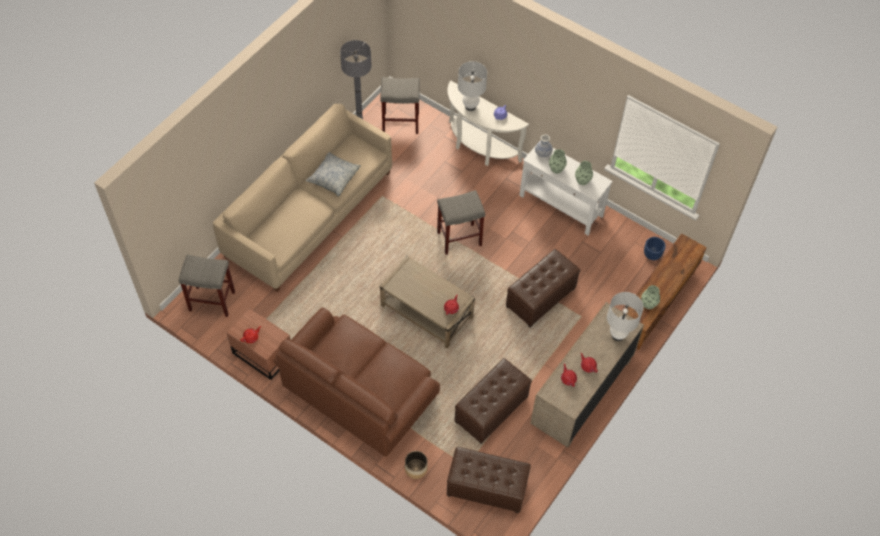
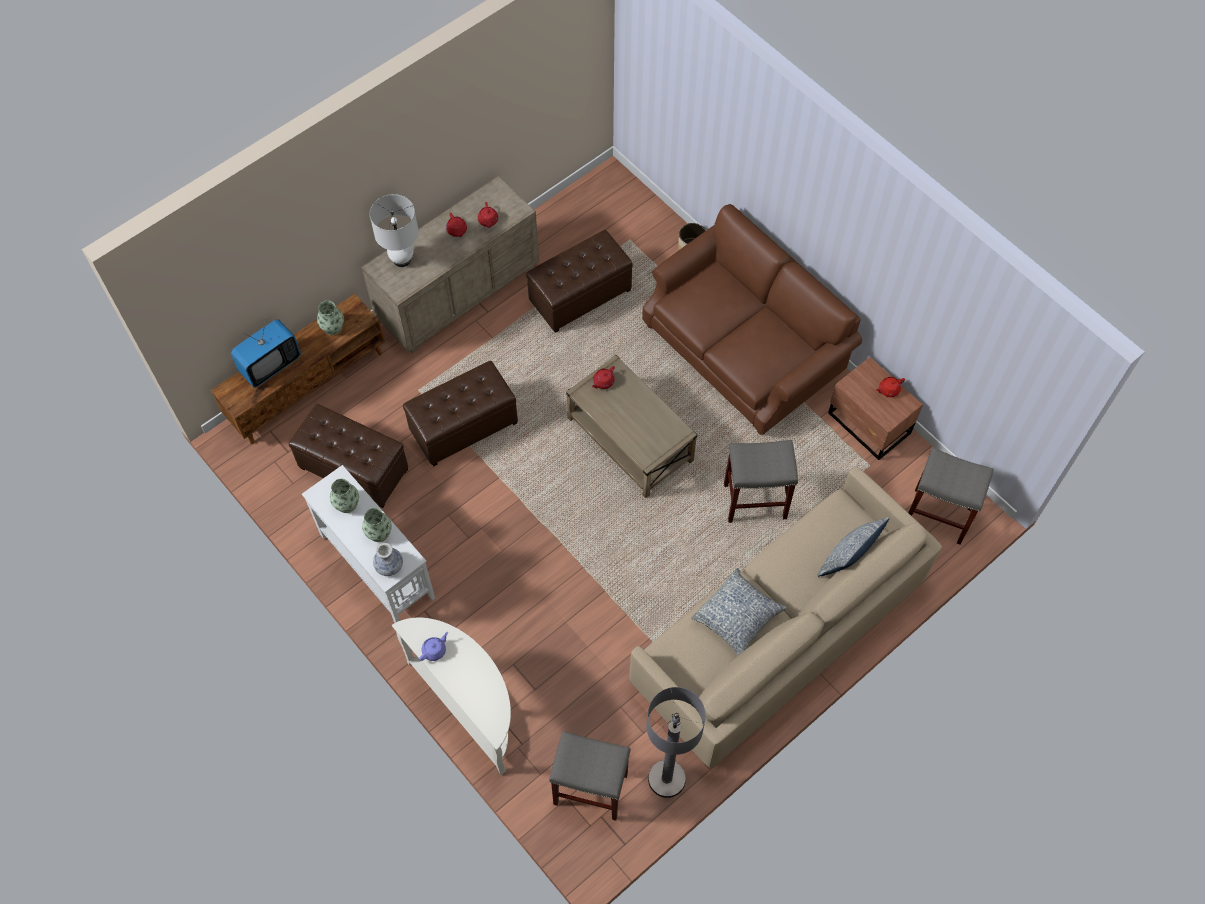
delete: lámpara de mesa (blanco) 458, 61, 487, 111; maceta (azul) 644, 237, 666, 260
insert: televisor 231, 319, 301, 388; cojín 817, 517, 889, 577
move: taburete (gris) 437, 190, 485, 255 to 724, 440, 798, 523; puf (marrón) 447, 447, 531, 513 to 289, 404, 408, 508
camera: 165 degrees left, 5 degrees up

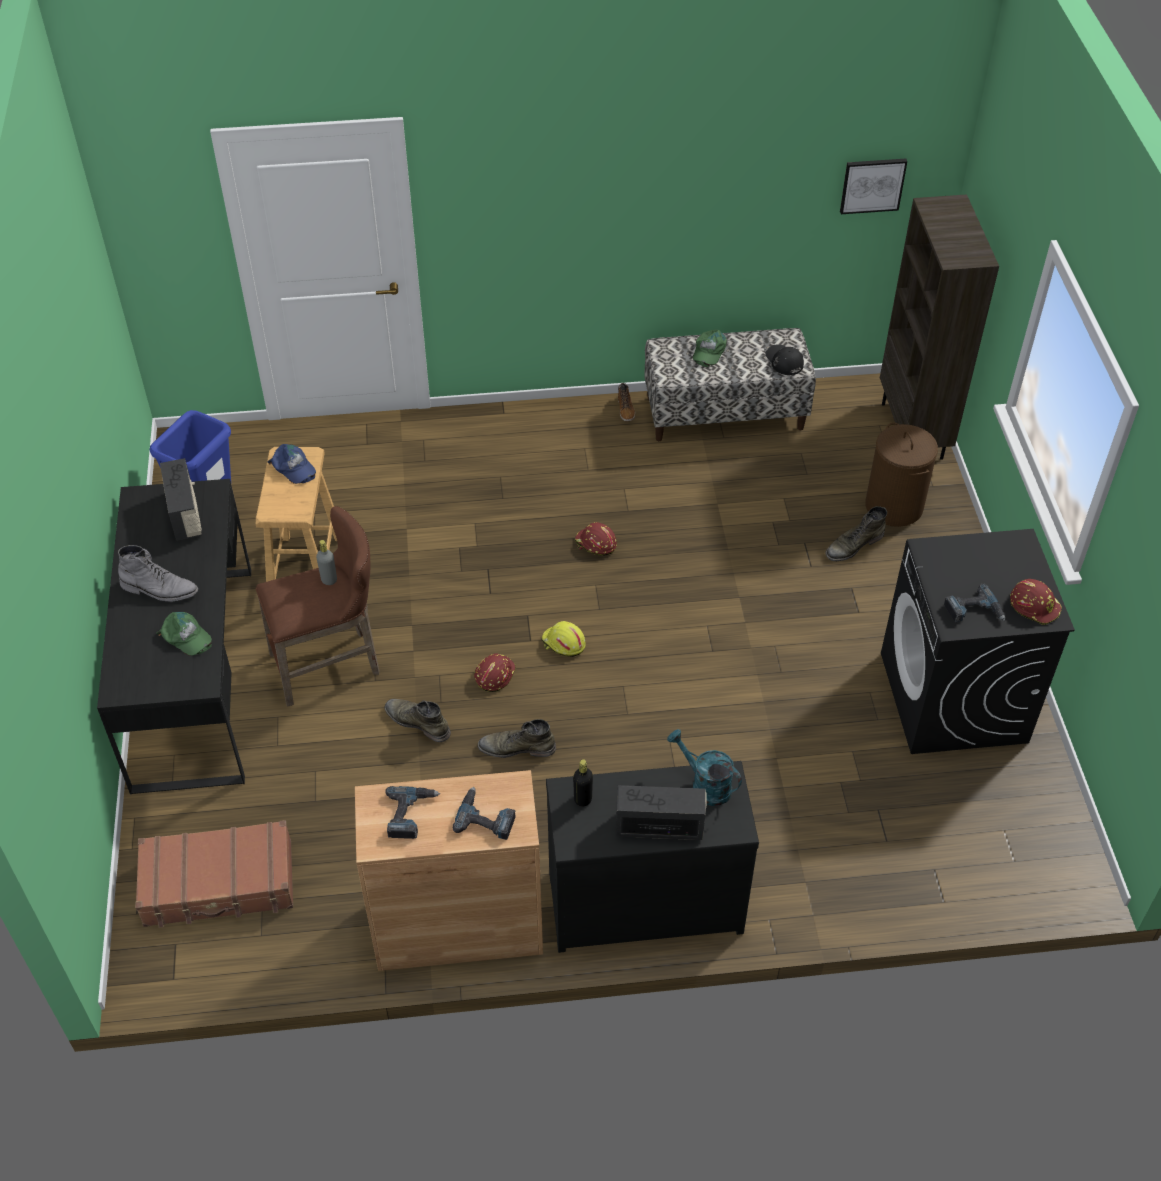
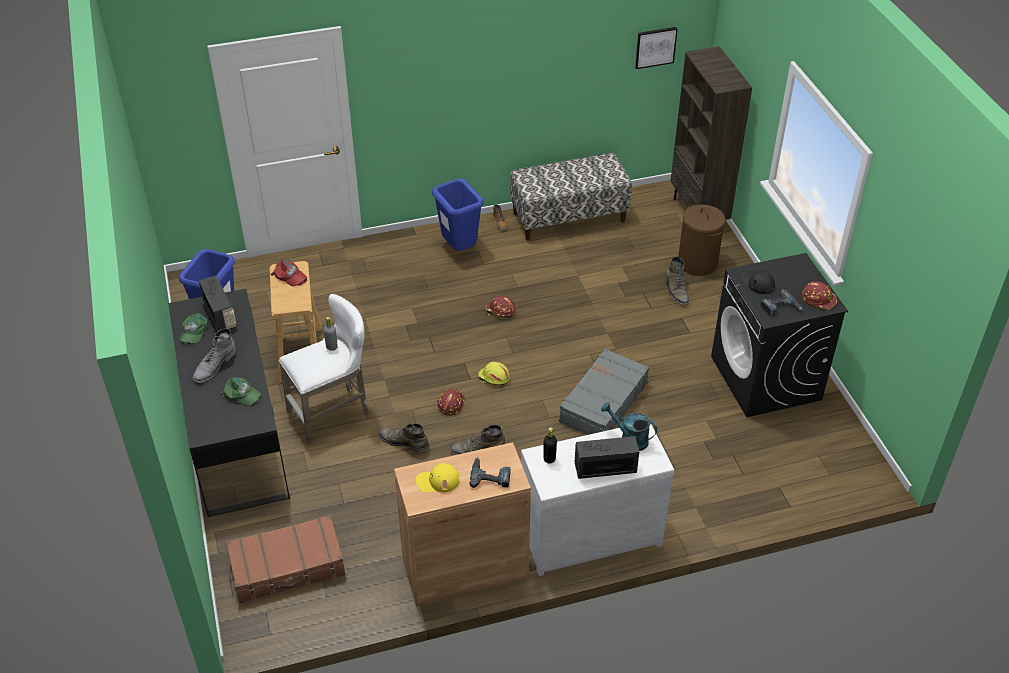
insert: papelera (azul) 432, 178, 484, 251; maleta (gris) 559, 348, 649, 435
move: gorra (verde) 693, 330, 727, 367 to 179, 313, 208, 346; gorra (negro) 766, 344, 804, 375 to 741, 270, 775, 294
replace: taladro 385, 786, 440, 839 to gorra (amarillo) 416, 463, 460, 492
recolor: gorra (azul) 267, 444, 316, 484 to gorra (rojo) 271, 260, 307, 286; taburete (marrón) 256, 506, 379, 707 to taburete (blanco) 279, 294, 369, 444; cómoda (negro) 546, 761, 759, 953 to cómoda (blanco) 521, 423, 674, 576
rotate: bota (verde) 825, 506, 887, 561 = 665, 256, 689, 305 60 degrees counterclockwise; bota (gris) 118, 545, 198, 602 = 192, 328, 236, 383 120 degrees clockwise
camera: 10 degrees left, 5 degrees down

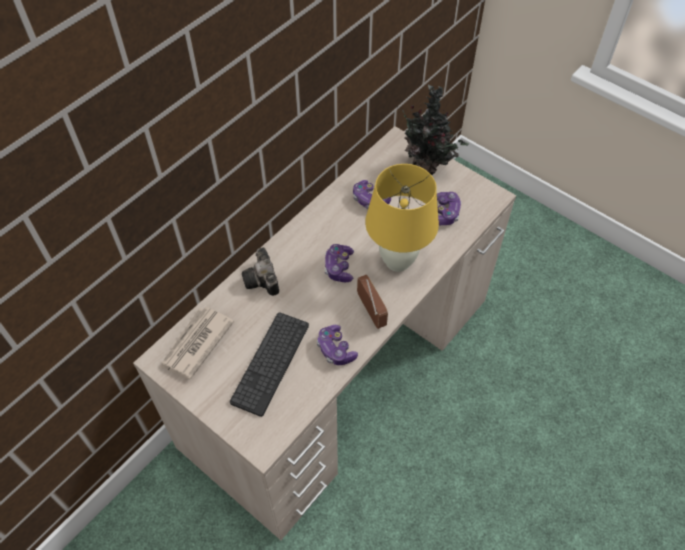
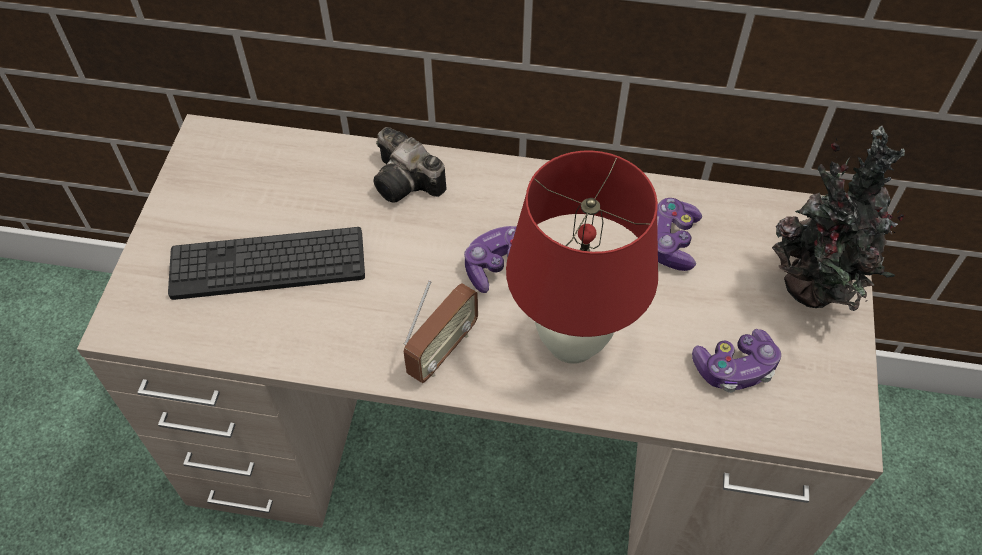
delete: periódico 160, 307, 234, 379; mando de consola 317, 325, 358, 365
recolor: lámpara de mesa (amarillo) 365, 164, 439, 272 to lámpara de mesa (rojo) 506, 150, 658, 364
rotate: cámara 242, 247, 279, 296 = 373, 127, 446, 202 90 degrees counterclockwise
camera: 60 degrees right, 0 degrees up

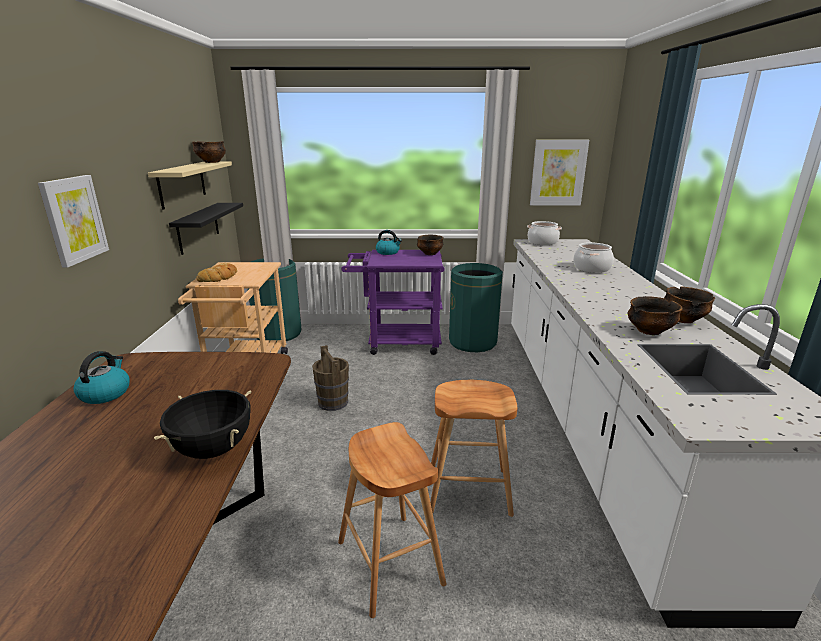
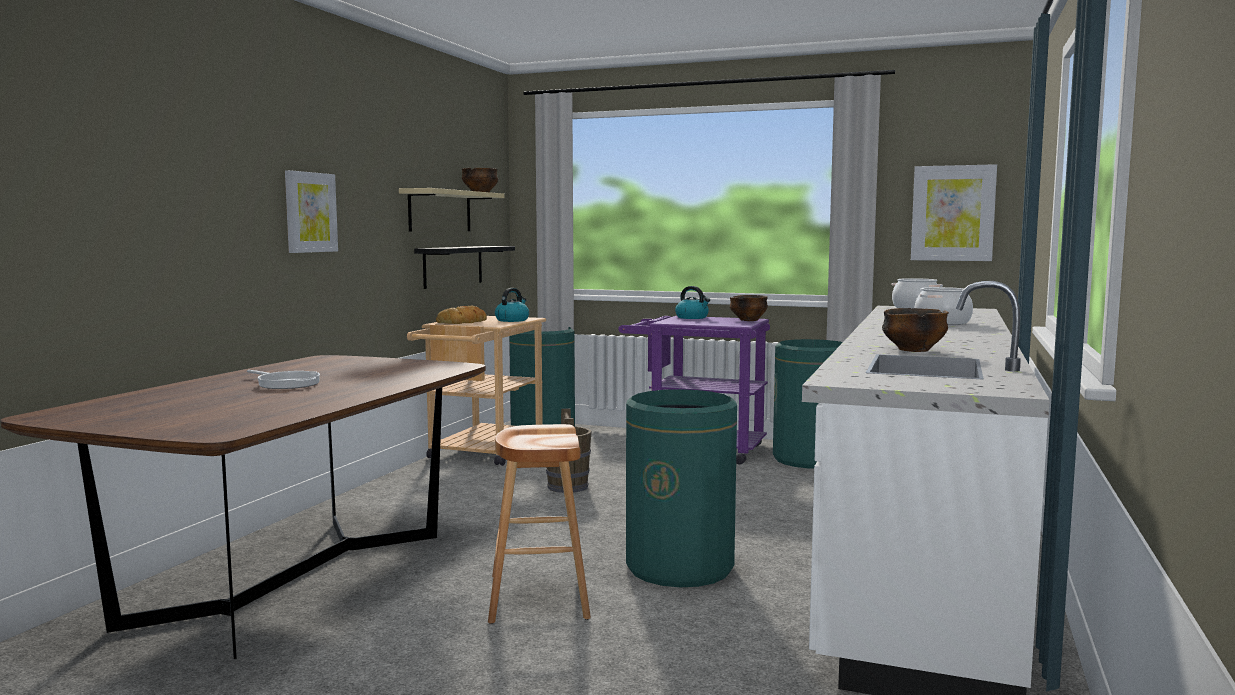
delete: cuenco 664, 287, 715, 323; olla (negro) 154, 390, 251, 459
insert: sartén 247, 370, 320, 389
move: hervidor 73, 351, 130, 404 to 495, 288, 529, 322
replace: taburete (marrón) 430, 380, 517, 517 to papelera (verde) 626, 389, 737, 587
camera: 20 degrees right, 15 degrees down

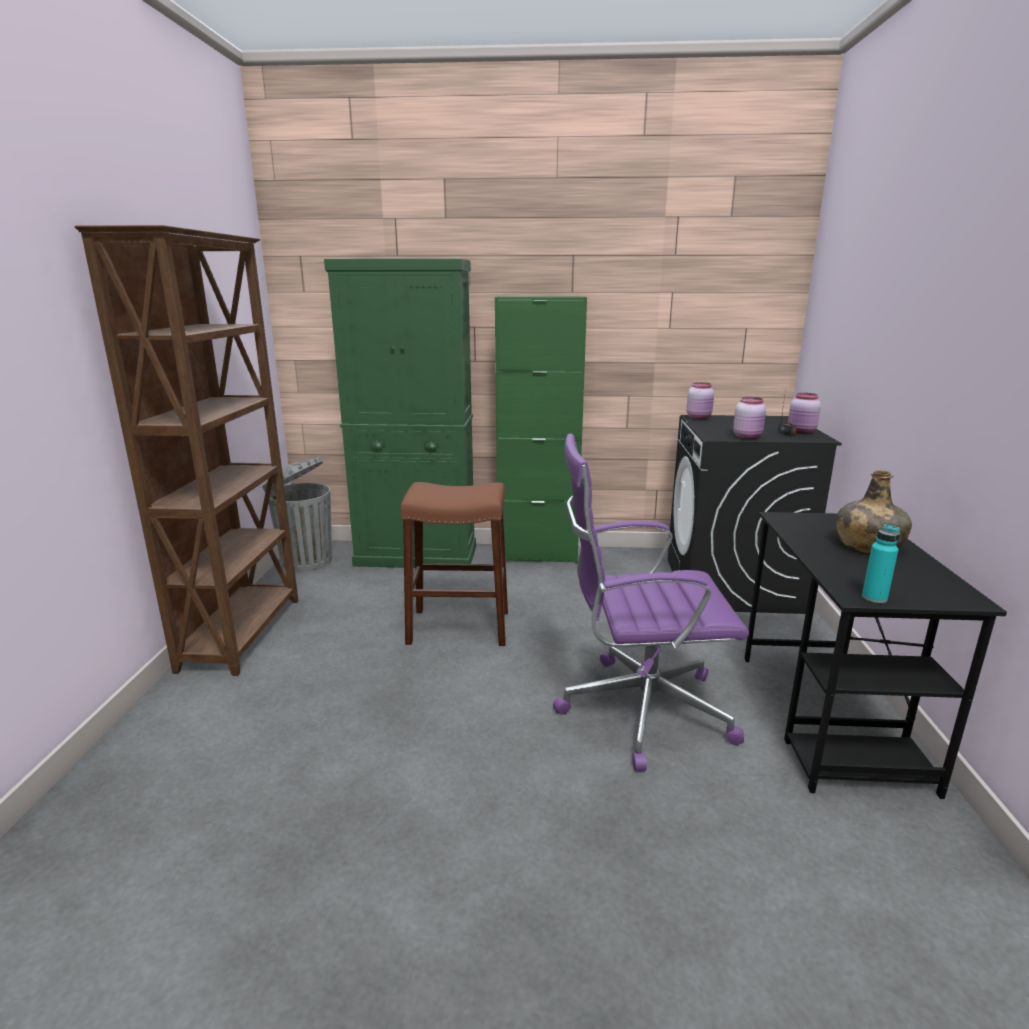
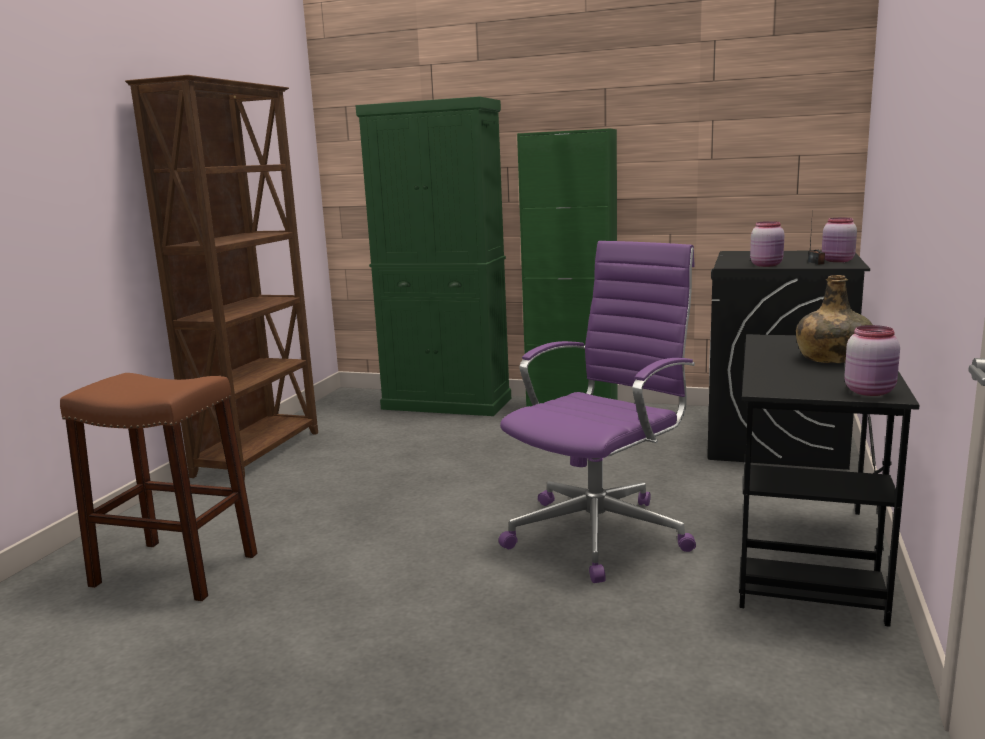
delete: papelera (gris) 262, 457, 332, 571; botella (turquesa) 862, 524, 900, 603
move: tarro (rosa) 686, 382, 714, 419 to 844, 325, 900, 396; taburete (marrón) 400, 482, 508, 646 to 60, 373, 257, 601
rotate: silla de oficina (morado) 553, 433, 749, 771 = 498, 241, 696, 583 120 degrees clockwise
camera: 15 degrees right, 5 degrees down

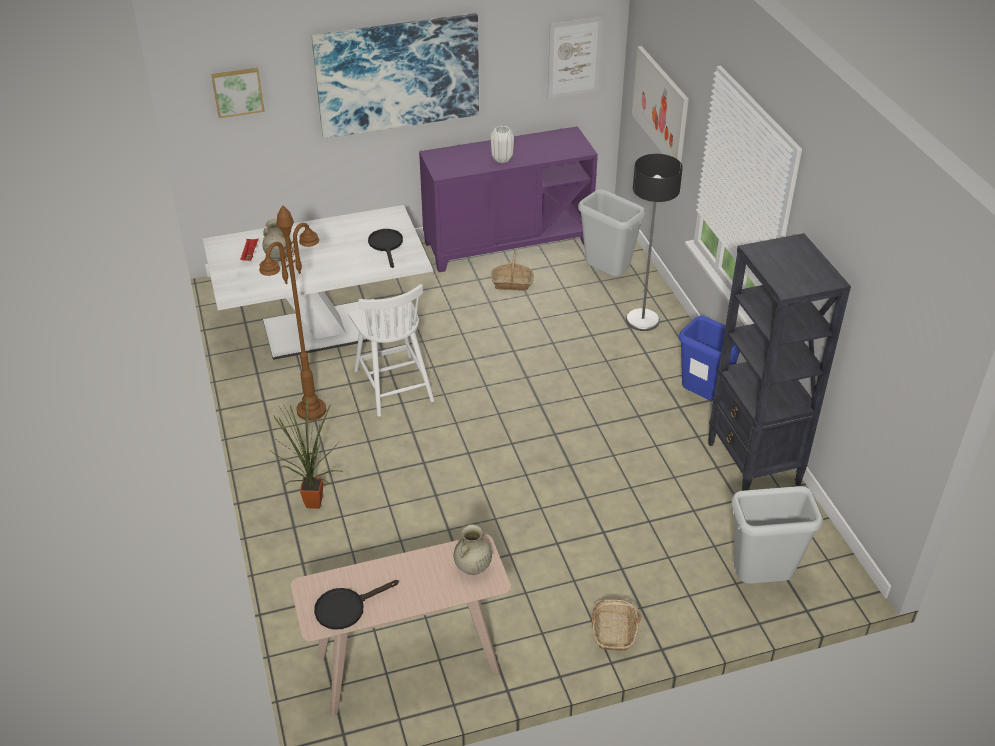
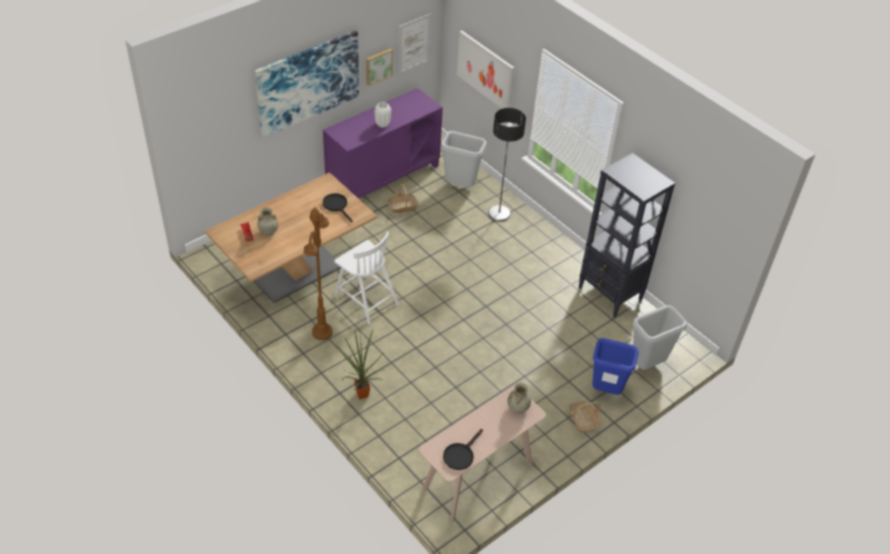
move: cuadro 211, 68, 265, 118 to 366, 48, 393, 86; papelera (azul) 679, 316, 740, 401 to 592, 338, 639, 395
recolor: mesa de comedor (blanco) 203, 205, 433, 360 to mesa de comedor (marrón) 205, 172, 377, 303
camera: 25 degrees left, 5 degrees up

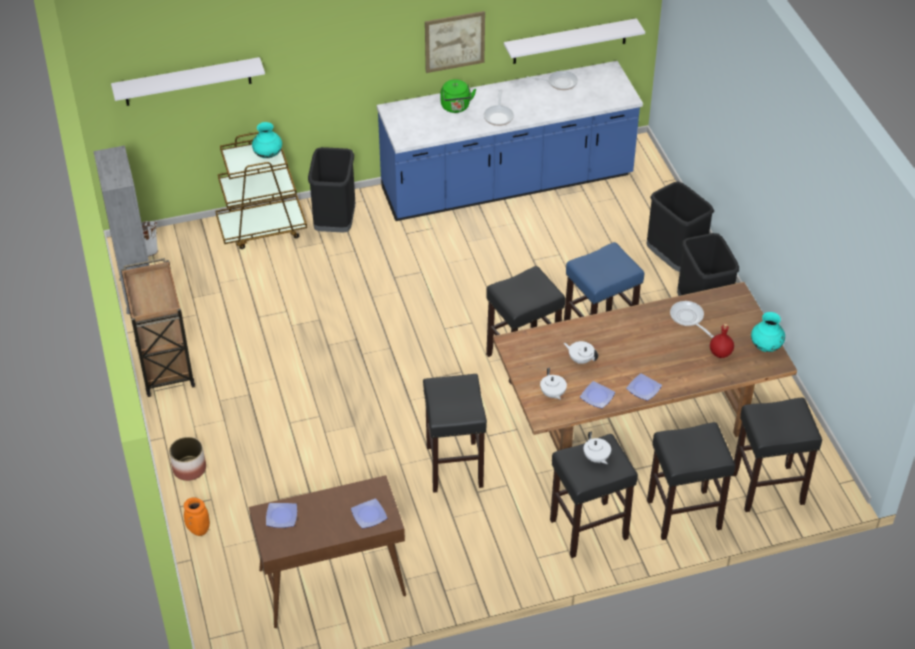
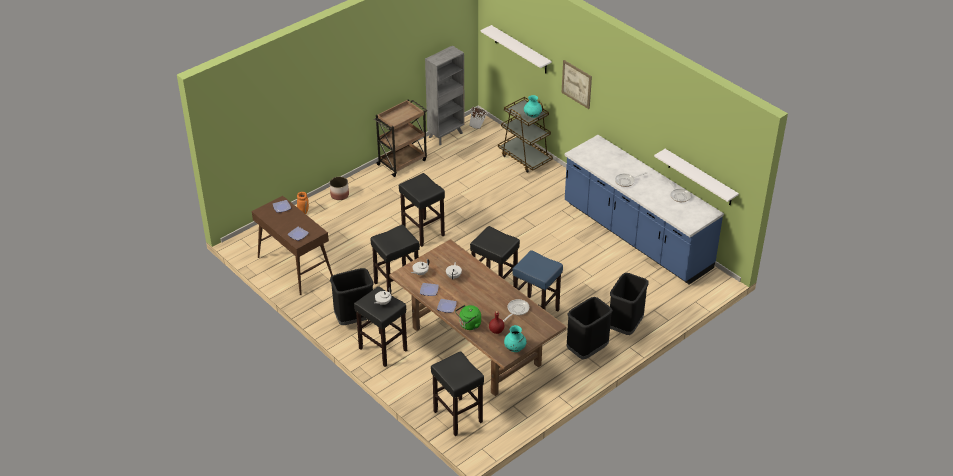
move: cuadro 425, 11, 485, 73 to 562, 60, 592, 109; hervidor (verde) 441, 79, 476, 113 to 455, 305, 481, 330; papelera (negro) 308, 147, 355, 233 to 330, 268, 374, 325; taburete (negro) 647, 422, 735, 540 to 399, 173, 445, 247
camera: 65 degrees right, 5 degrees down

